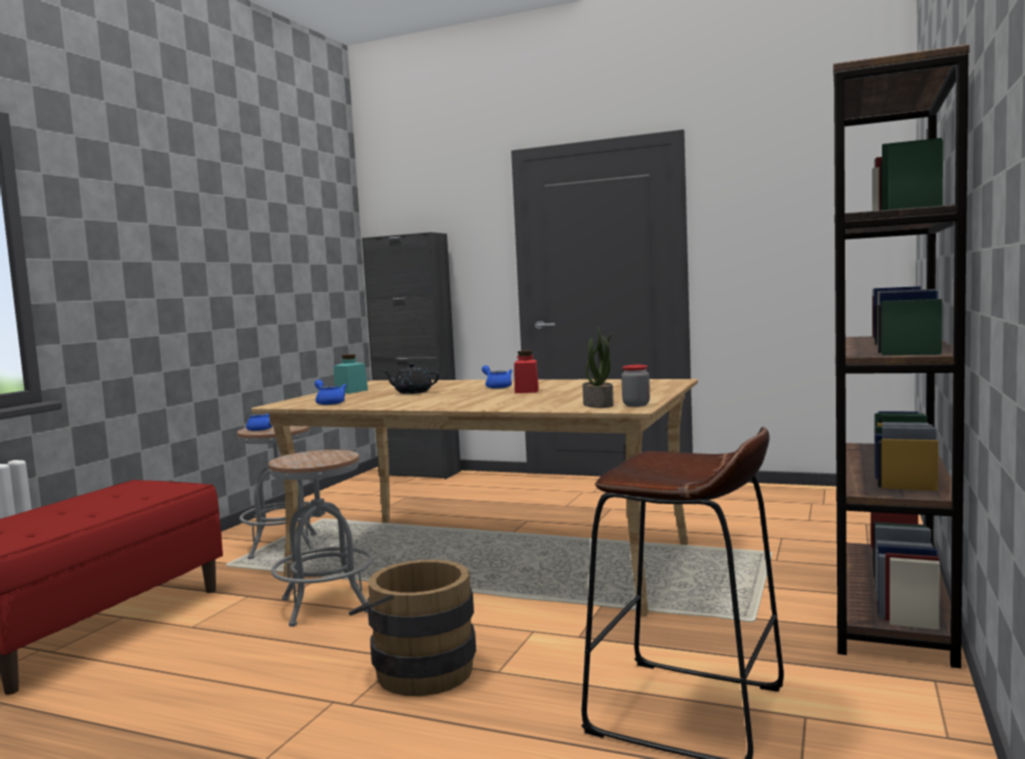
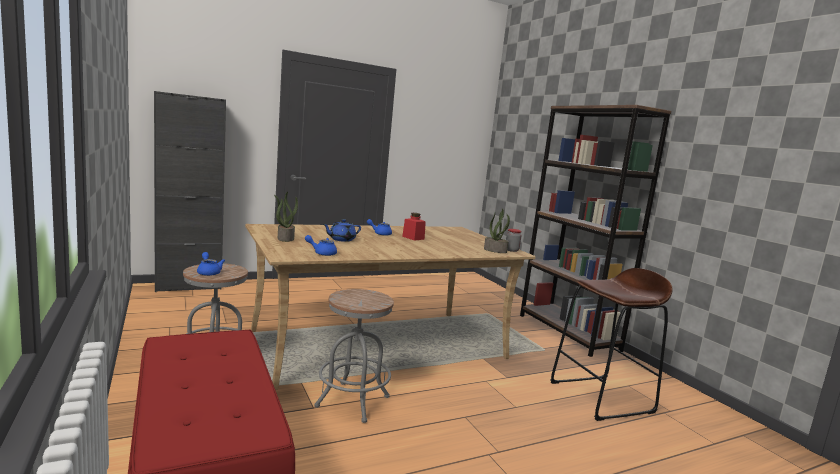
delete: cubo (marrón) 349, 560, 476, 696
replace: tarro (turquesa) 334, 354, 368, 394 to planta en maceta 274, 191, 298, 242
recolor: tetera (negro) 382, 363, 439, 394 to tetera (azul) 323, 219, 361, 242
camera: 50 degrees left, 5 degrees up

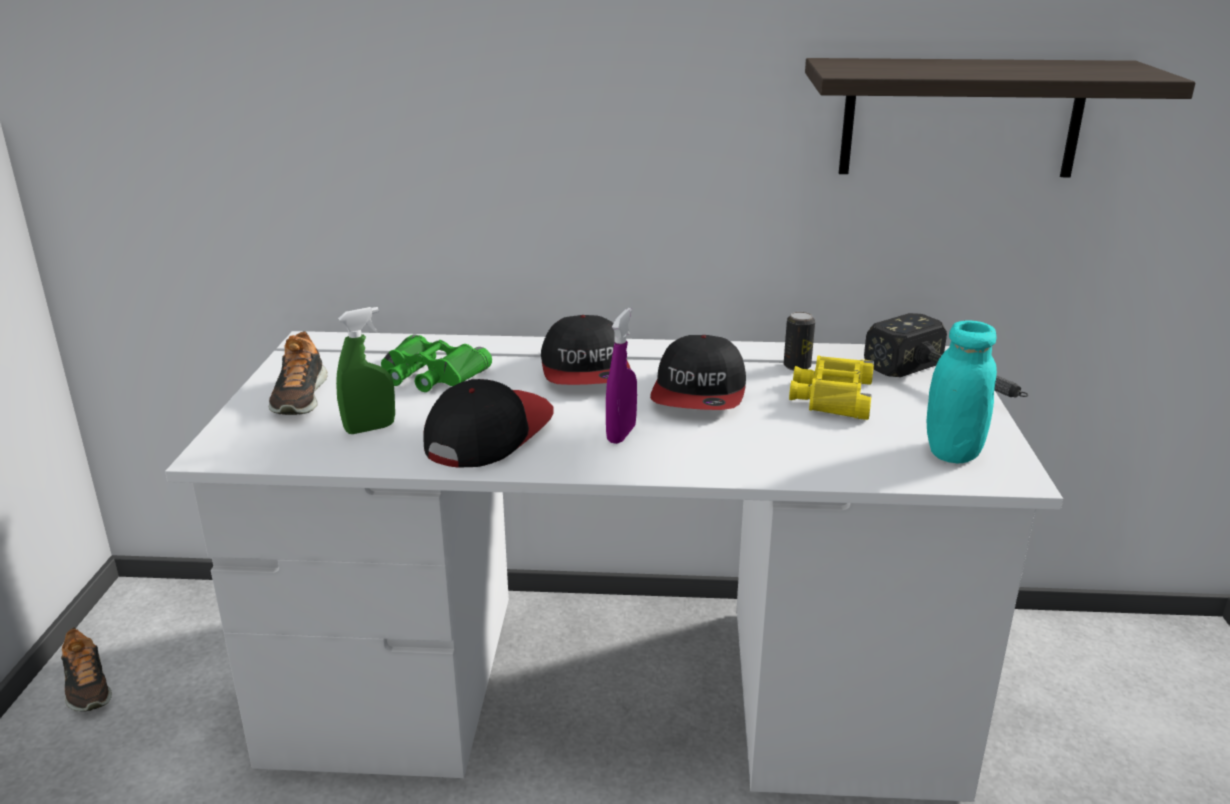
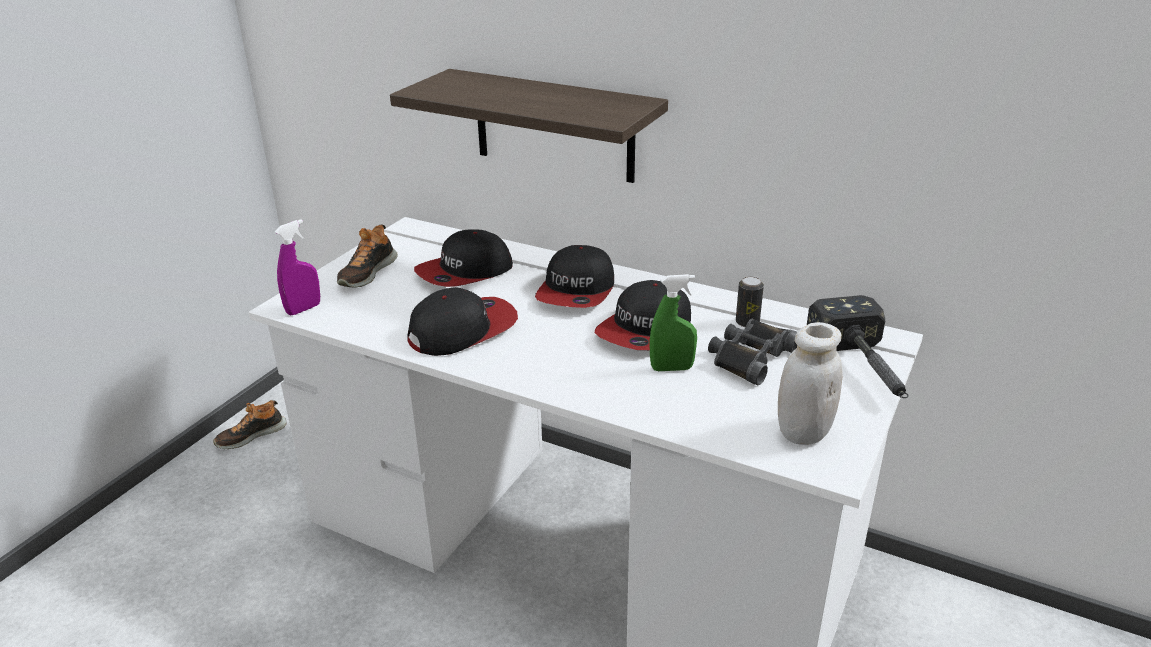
move: estante 805, 58, 1196, 177 to 390, 69, 668, 183; pulverizador (verde) 336, 307, 395, 434 to 649, 274, 697, 371; pulverizador (morado) 606, 308, 637, 444 to 275, 219, 320, 315
replace: prismáticos (verde) 381, 335, 492, 392 to gorra 414, 230, 513, 287
recolor: tarro (turquesa) 927, 320, 997, 463 to tarro (blanco) 778, 322, 842, 445; prismáticos (amarillo) 789, 355, 874, 420 to prismáticos (negro) 708, 319, 797, 385
rotate: zapato 61, 627, 112, 712 = 213, 400, 287, 449 60 degrees clockwise
camera: 25 degrees right, 5 degrees up

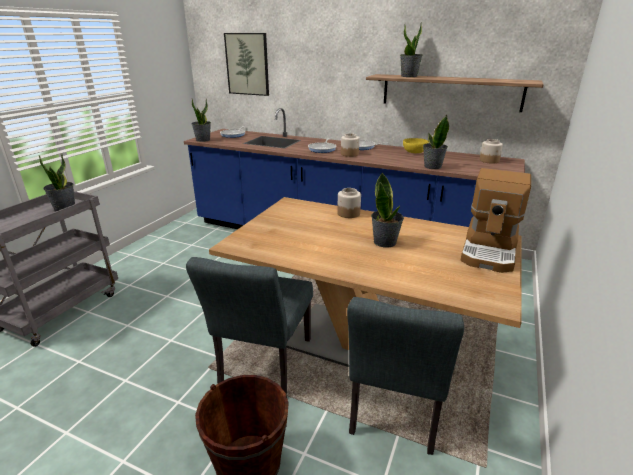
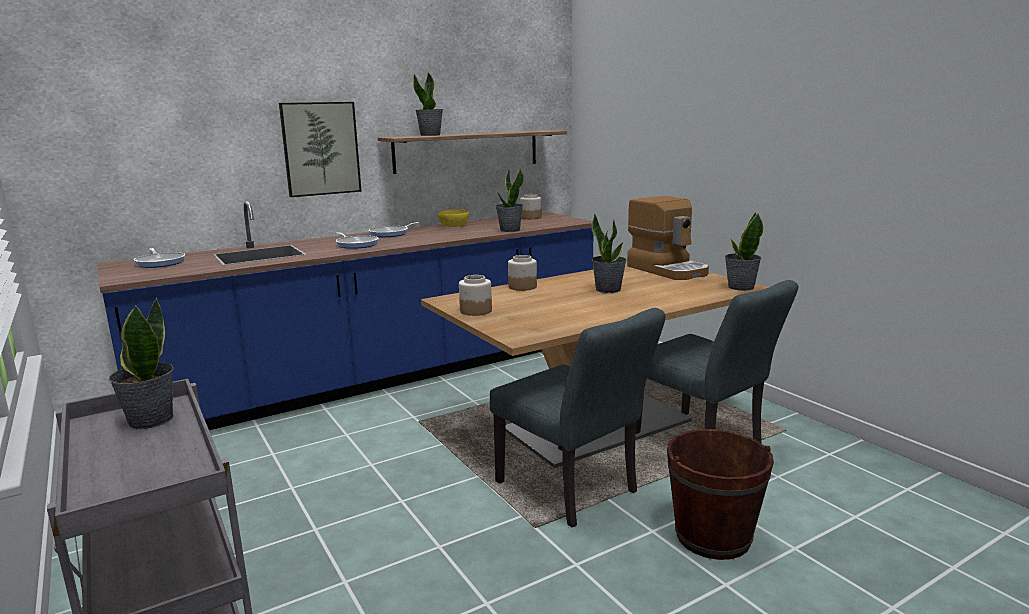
move: cuadro 224, 33, 269, 96 to 279, 102, 361, 197; planta en maceta 191, 99, 211, 142 to 725, 212, 763, 291; tarro 341, 133, 359, 157 to 459, 275, 492, 316
camera: 55 degrees left, 10 degrees down

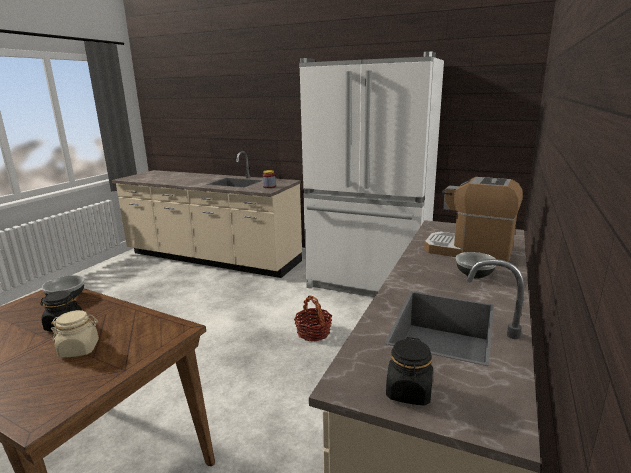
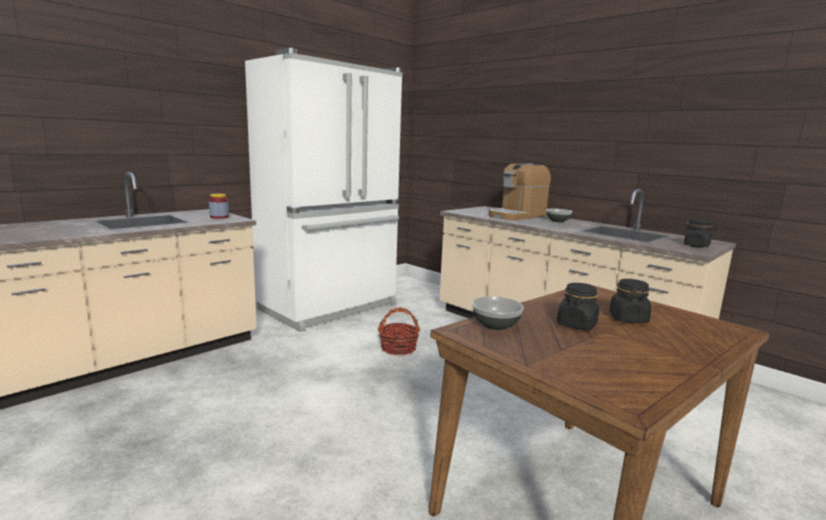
recolor: tarro (beis) 51, 310, 99, 358 to tarro (negro) 609, 279, 651, 323
camera: 70 degrees left, 5 degrees down

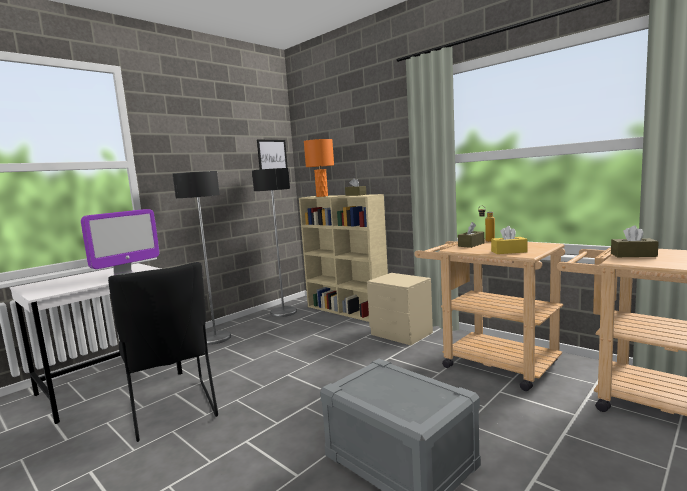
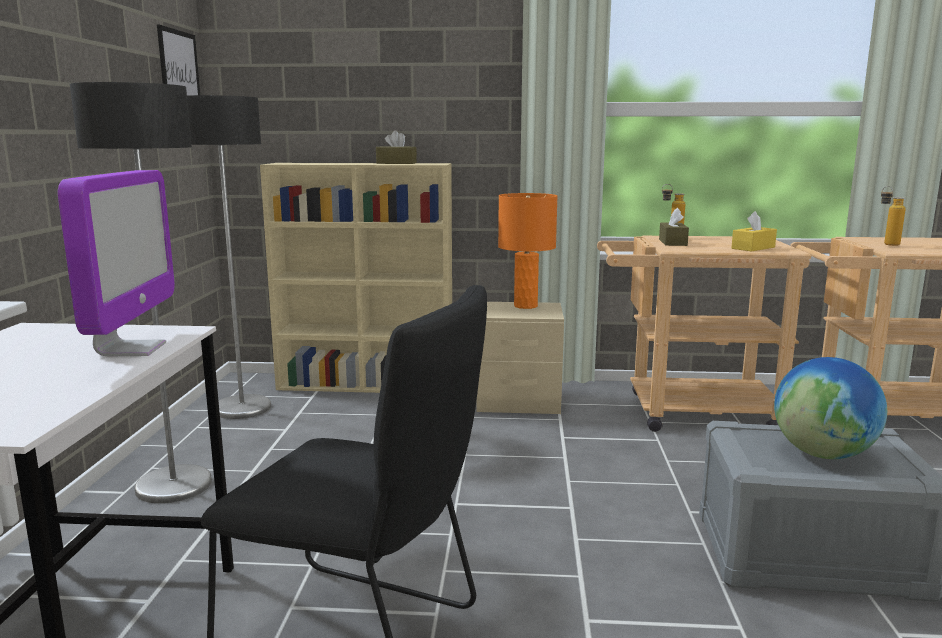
insert: globo terráqueo 774, 357, 887, 459
move: lámpara de mesa (naranja) 304, 139, 334, 197 to 498, 193, 558, 309
replace: caja de pañuelos (marrón) 611, 225, 659, 257 to botella 881, 186, 905, 246
camera: 40 degrees left, 5 degrees up

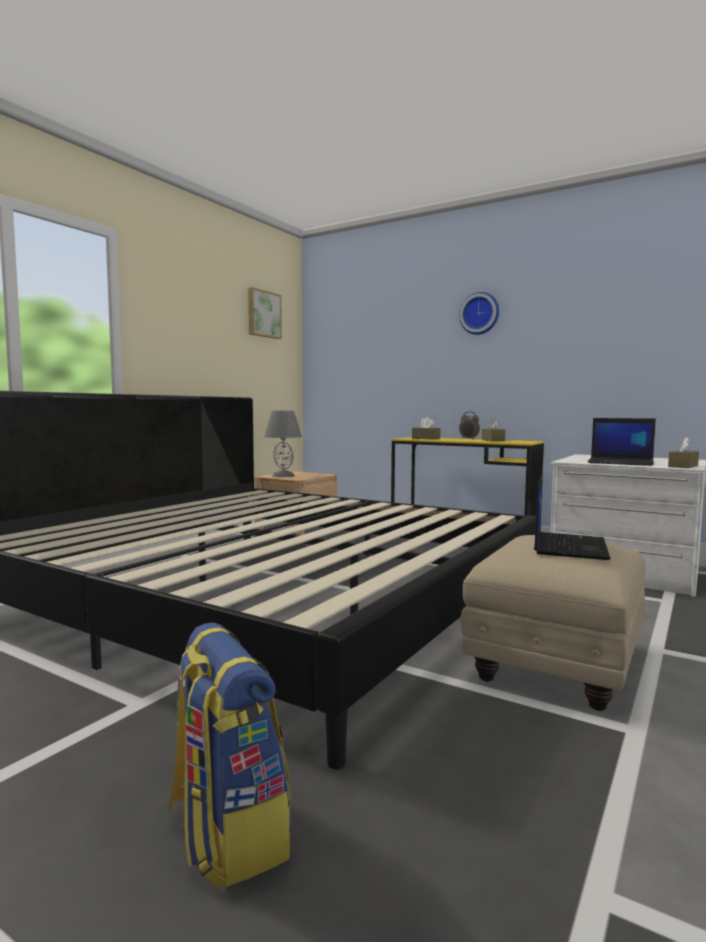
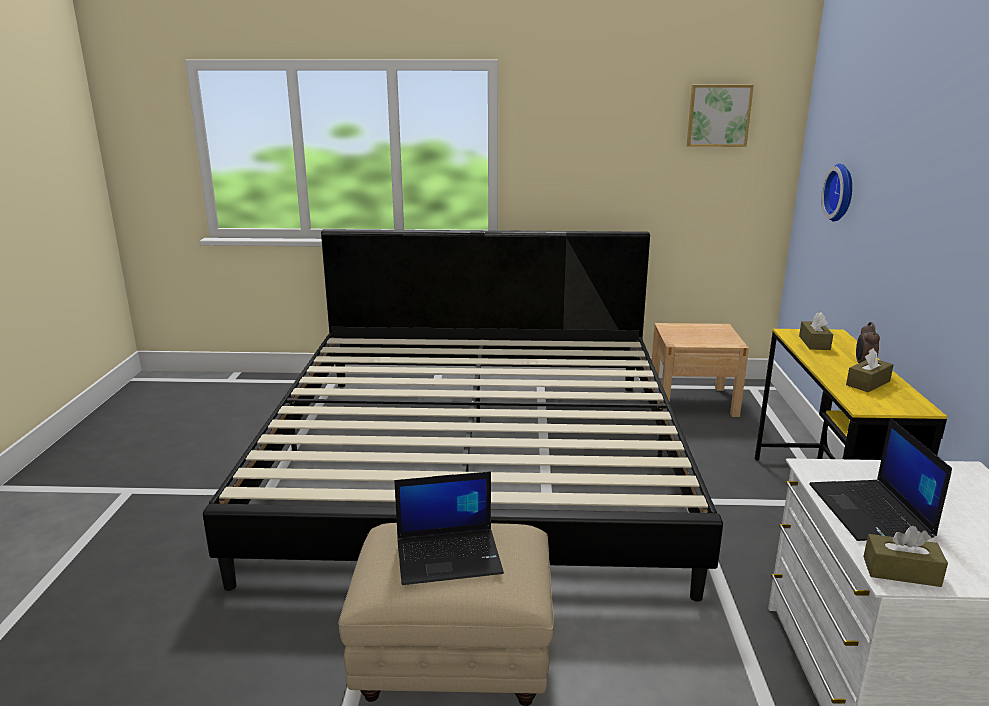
delete: lámpara de mesa (gris) 264, 411, 302, 477; mochila 168, 622, 291, 889
move: reloj de pared 459, 292, 499, 335 to 821, 163, 852, 222
camera: 60 degrees right, 15 degrees up

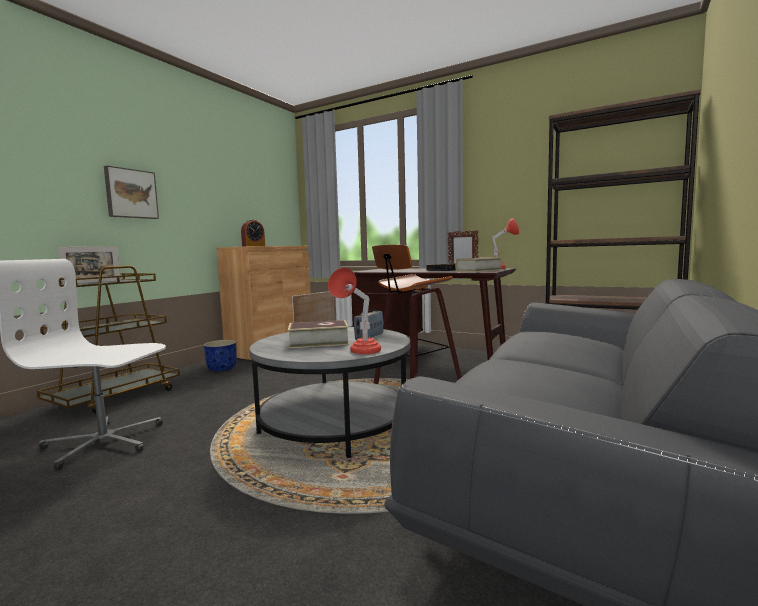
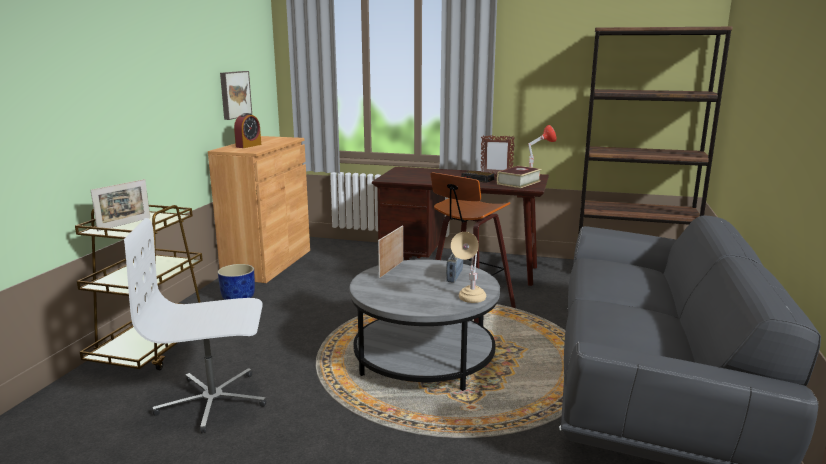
delete: libro 288, 320, 349, 348
move: cuadro 104, 165, 159, 219 to 220, 71, 252, 120
recolor: lámpara de mesa (rojo) 328, 268, 381, 354 to lámpara de mesa (beis) 451, 232, 486, 303
camera: 15 degrees left, 10 degrees up

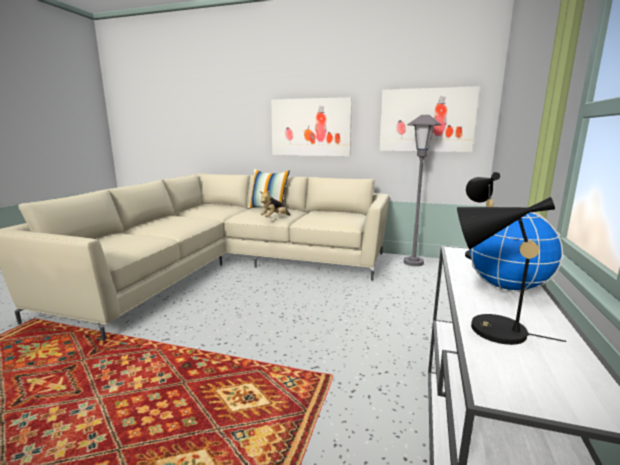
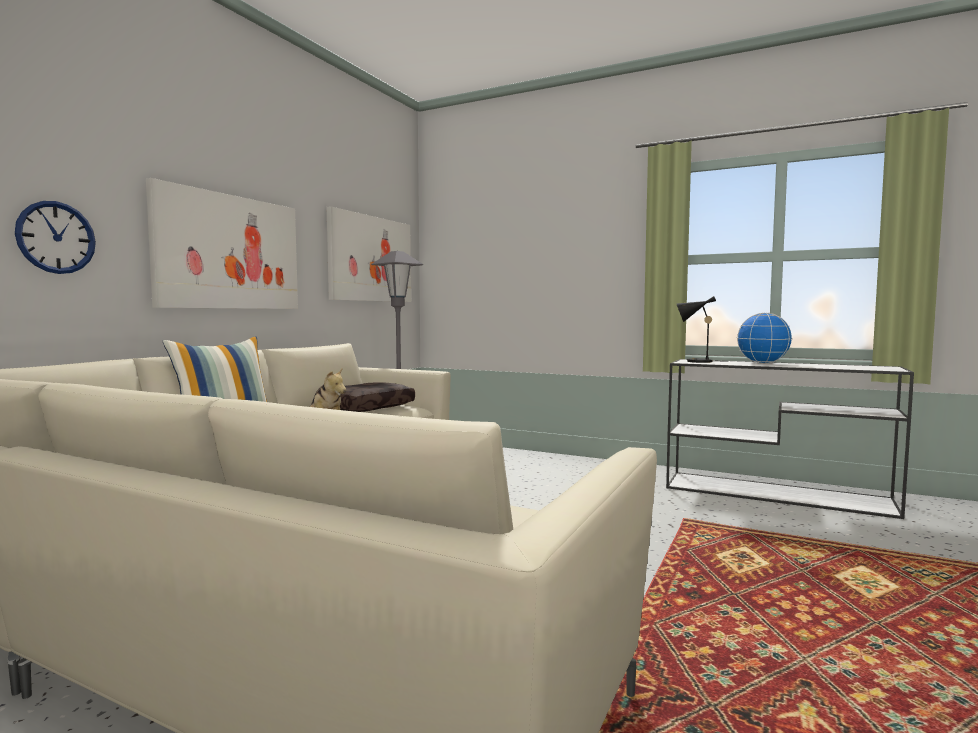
delete: lámpara de mesa (negro) 457, 197, 566, 345
insert: reloj de pared 15, 201, 96, 274; cojín (marrón) 340, 382, 415, 412
camera: 80 degrees left, 10 degrees down

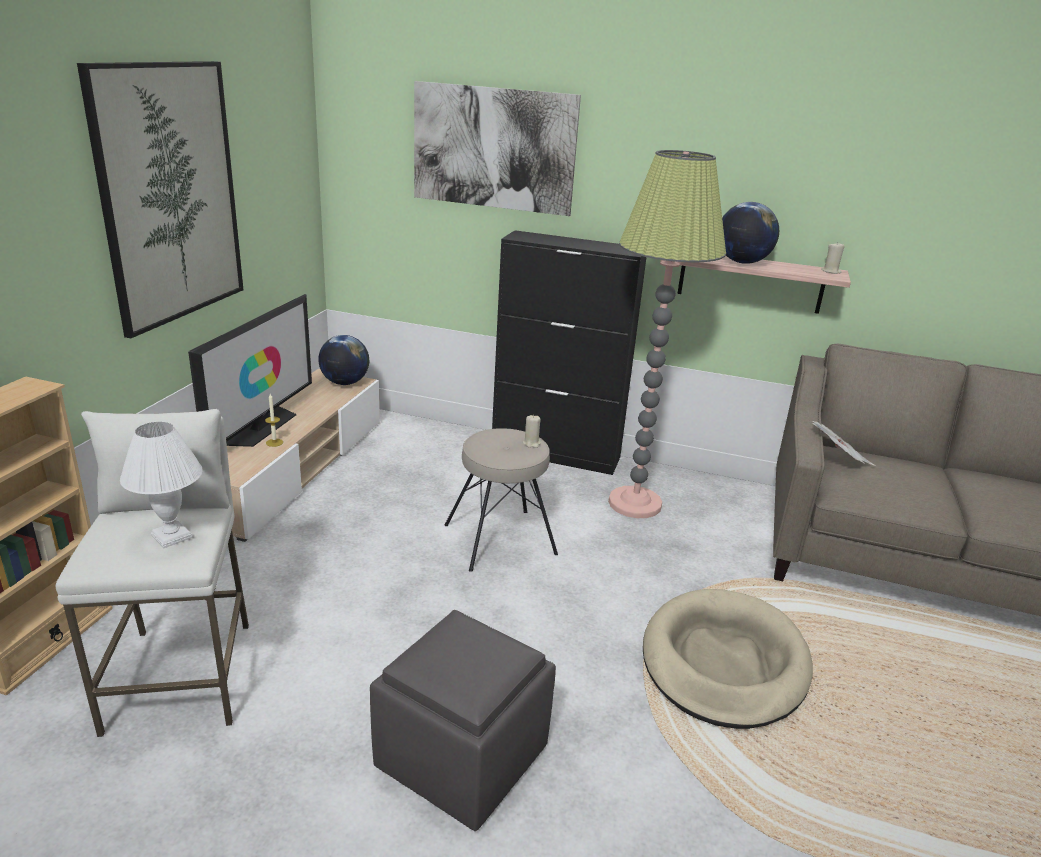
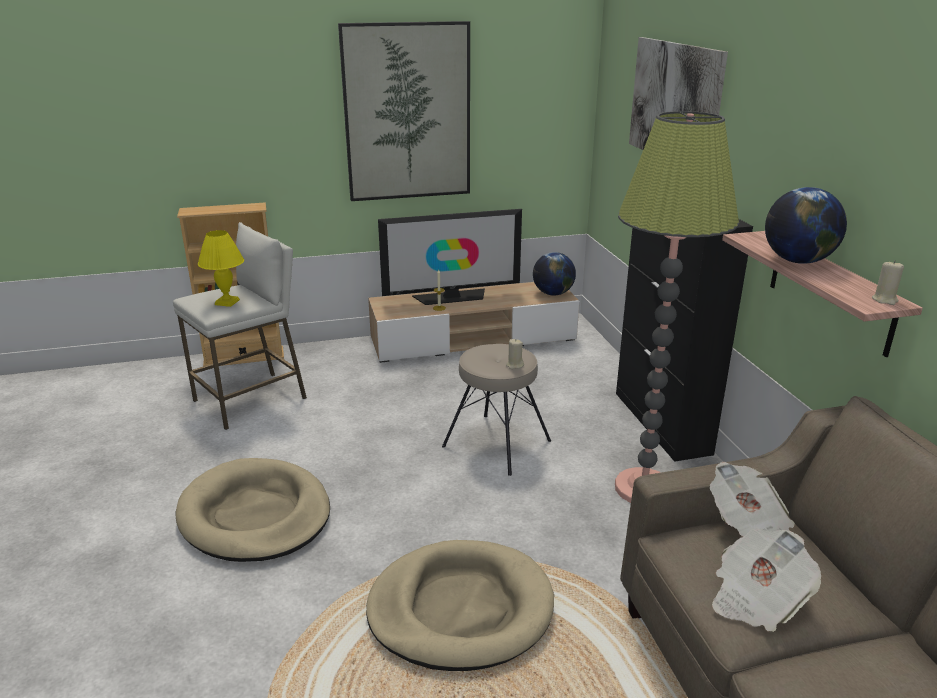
insert: periódico 712, 528, 821, 632
replace: puf (gris) 370, 610, 556, 831 to cama para perro (beis) 176, 458, 330, 562
recolor: lámpara de mesa (blanco) 120, 422, 203, 548 to lámpara de mesa (amarillo) 198, 230, 244, 307
camera: 60 degrees right, 0 degrees up

